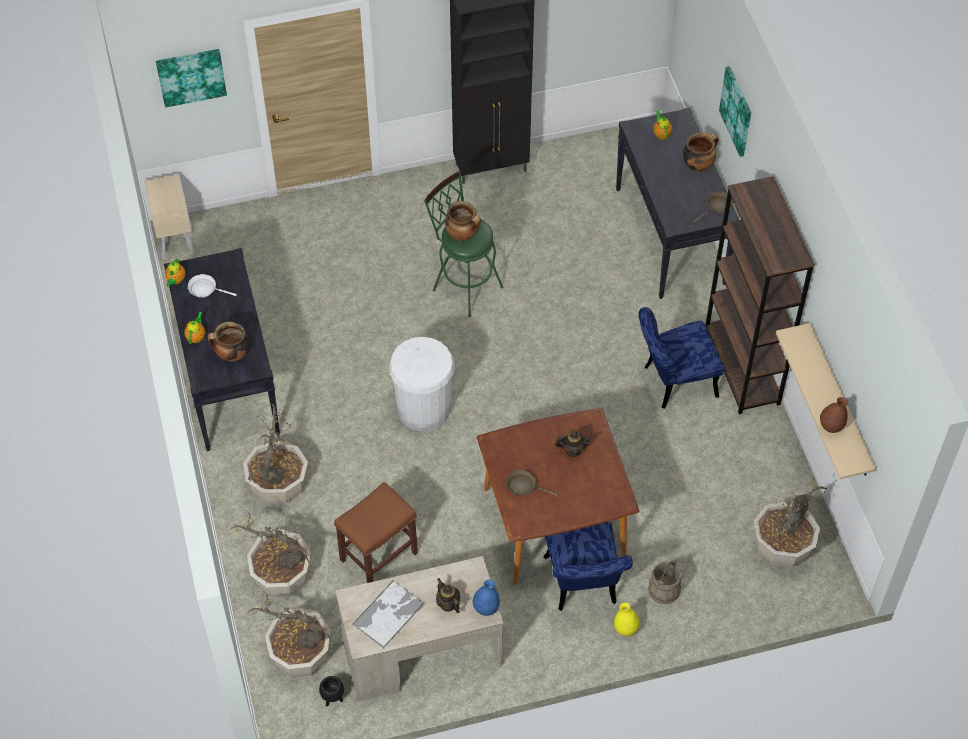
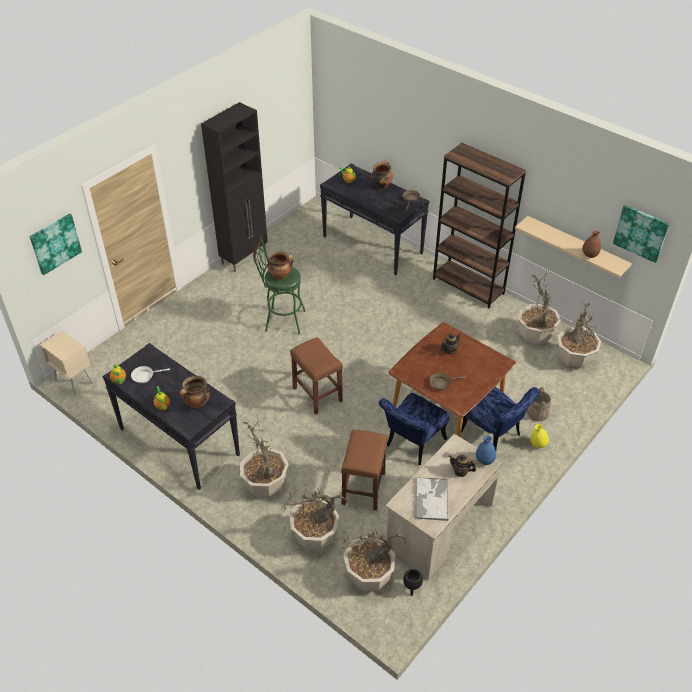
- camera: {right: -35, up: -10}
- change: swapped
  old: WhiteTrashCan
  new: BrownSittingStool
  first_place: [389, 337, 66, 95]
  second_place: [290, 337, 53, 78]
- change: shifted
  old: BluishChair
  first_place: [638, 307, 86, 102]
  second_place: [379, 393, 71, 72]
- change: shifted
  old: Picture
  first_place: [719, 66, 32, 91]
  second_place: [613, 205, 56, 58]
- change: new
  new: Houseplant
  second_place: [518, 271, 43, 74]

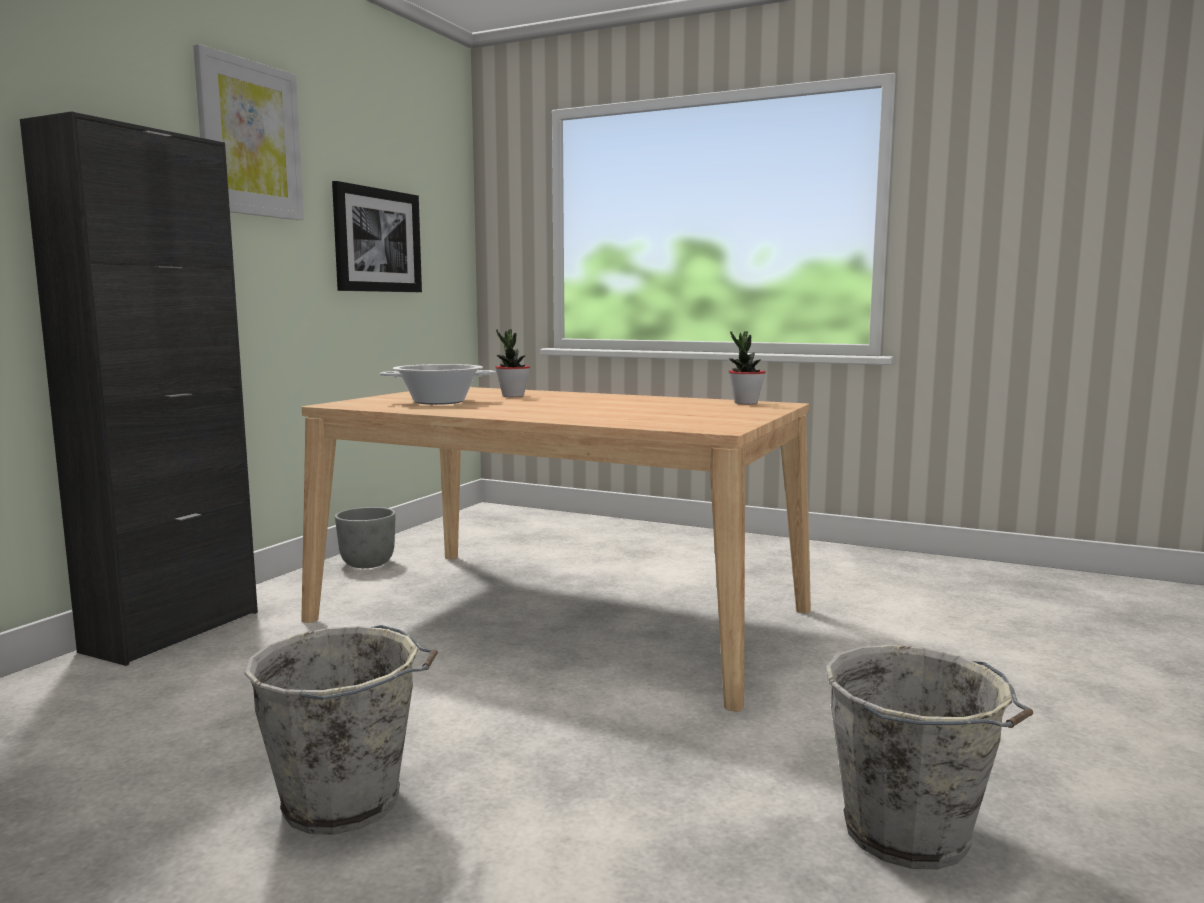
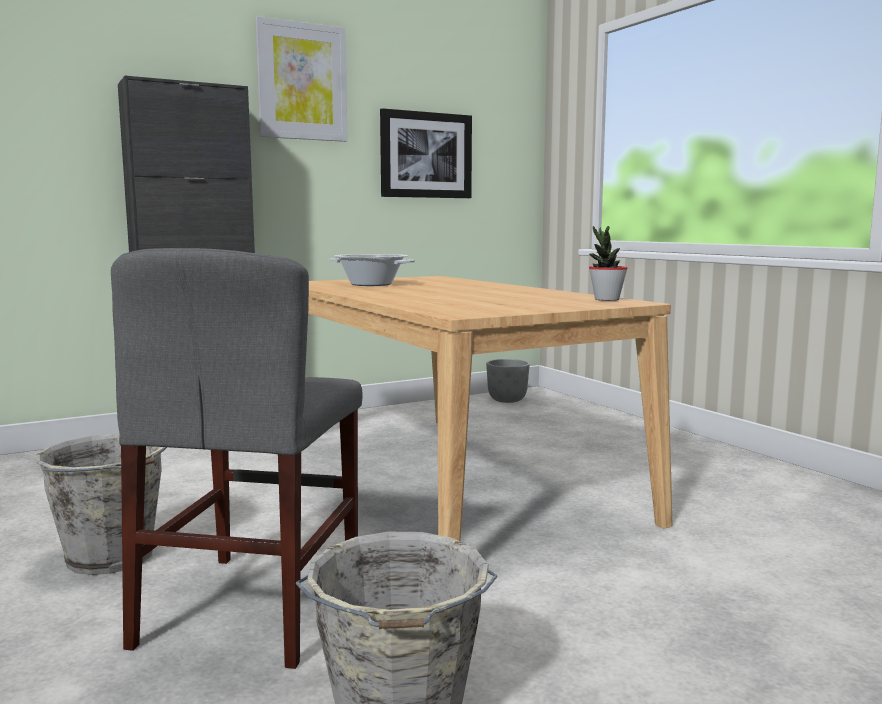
- camera: {right: 35, up: 0}
- change: shifted
  old: GreyFlowerPot
  first_place: [335, 507, 61, 61]
  second_place: [486, 359, 44, 44]
- change: gone
  old: Houseplant
  first_place: [496, 329, 34, 68]
- change: new
  new: GreyChair
  second_place: [111, 248, 252, 421]

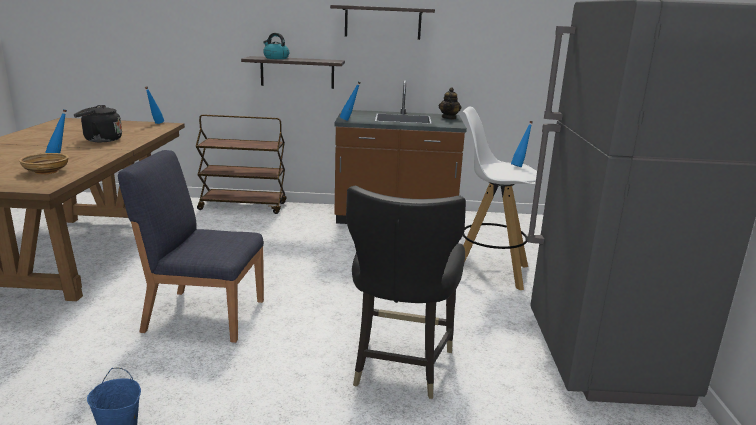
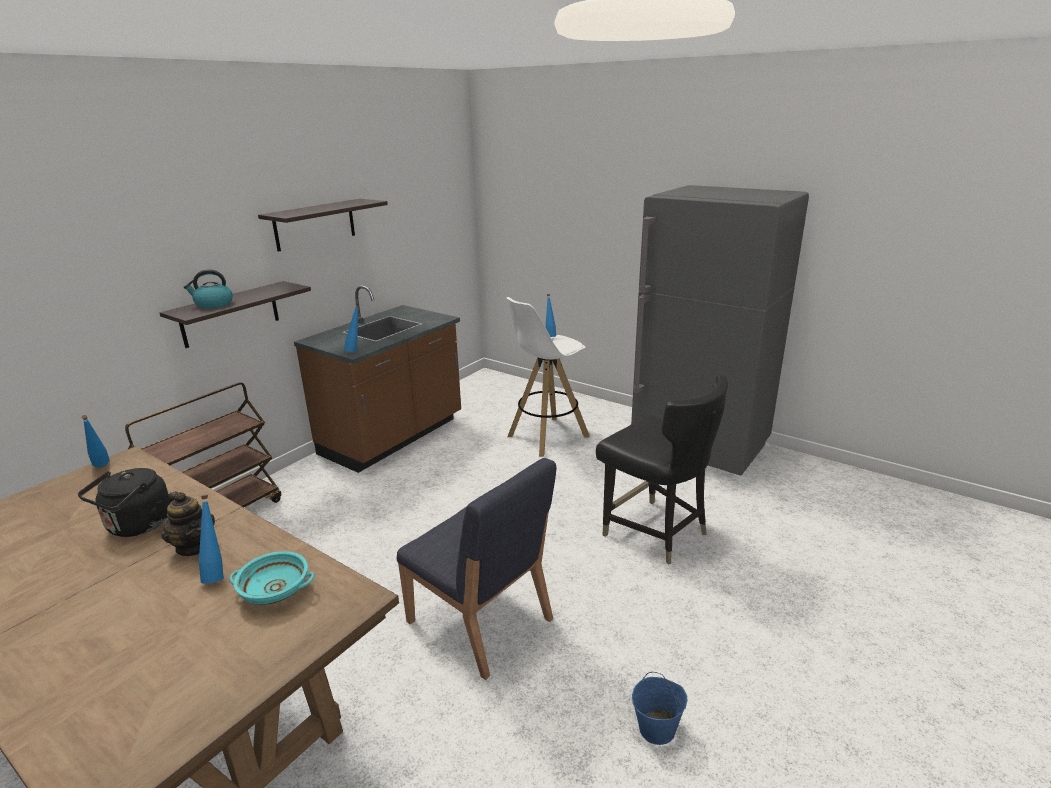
- camera: {right: -55, up: 5}
- change: repainted
  old: BeigeColouredBowl
  new: TurquoiseBowl
  first_place: [19, 153, 50, 22]
  second_place: [229, 551, 86, 54]
- change: rotated
  old: BluishChair
  first_place: [118, 150, 146, 193]
  second_place: [397, 458, 159, 222]
  degrees: -90
- change: shifted
  old: PotForTea
  first_place: [439, 87, 22, 32]
  second_place: [161, 491, 54, 65]

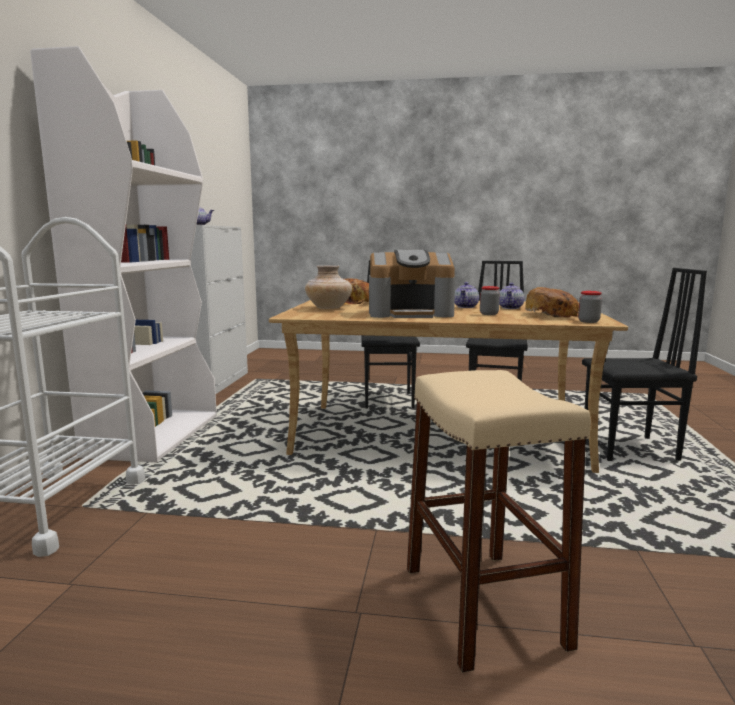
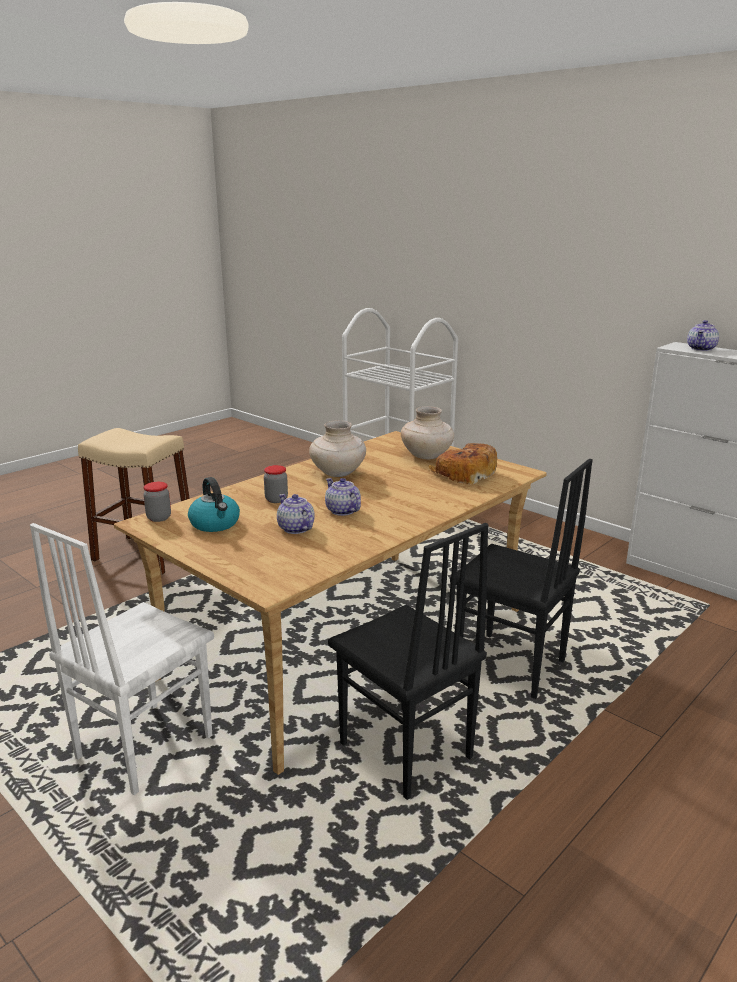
- camera: {right: 125, up: 10}
- change: gone
  old: WhiteShelvingUnit
  first_place: [30, 46, 187, 416]
- change: swapped
  old: CoffeeBrewer
  new: BeigeColouredFlowerVase
  first_place: [369, 250, 86, 68]
  second_place: [309, 420, 57, 57]
- change: swapped
  old: BakedBread
  new: Kettle
  first_place: [525, 287, 54, 30]
  second_place: [188, 477, 52, 55]
- change: repainted
  old: BlackChair
  new: WhiteChair
  first_place: [582, 268, 125, 193]
  second_place: [30, 523, 184, 272]

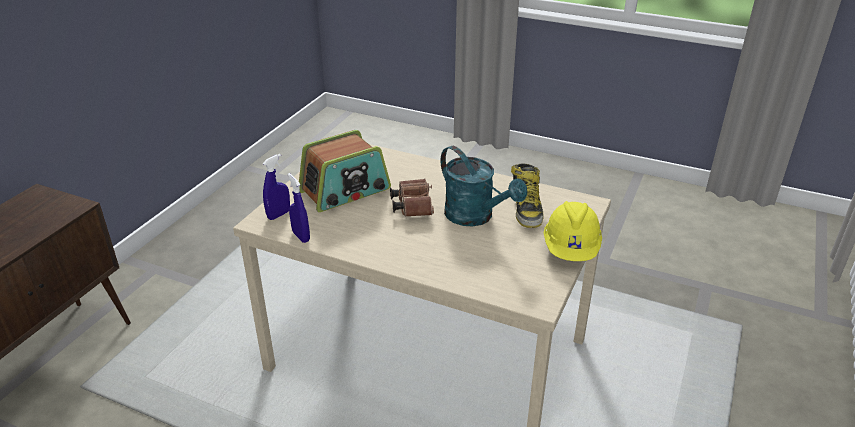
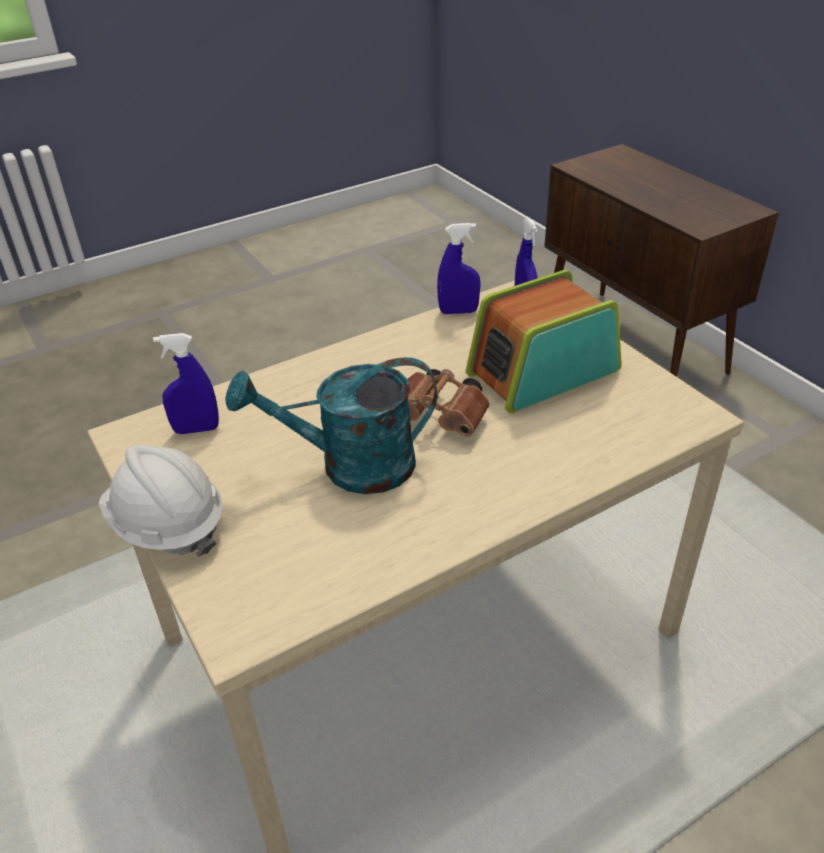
- camera: {right: 125, up: 5}
- change: rotated
  old: RadioReceiver
  first_place: [299, 130, 92, 82]
  second_place: [466, 270, 156, 143]
  degrees: 60
- change: gone
  old: HighTopBoot
  first_place: [511, 164, 33, 64]
- change: repainted
  old: YellowColouredHardHat
  new: WhiteHardHat
  first_place: [543, 201, 59, 60]
  second_place: [99, 445, 124, 112]
- change: new
  new: BluishSprayBottle
  second_place: [153, 333, 66, 101]

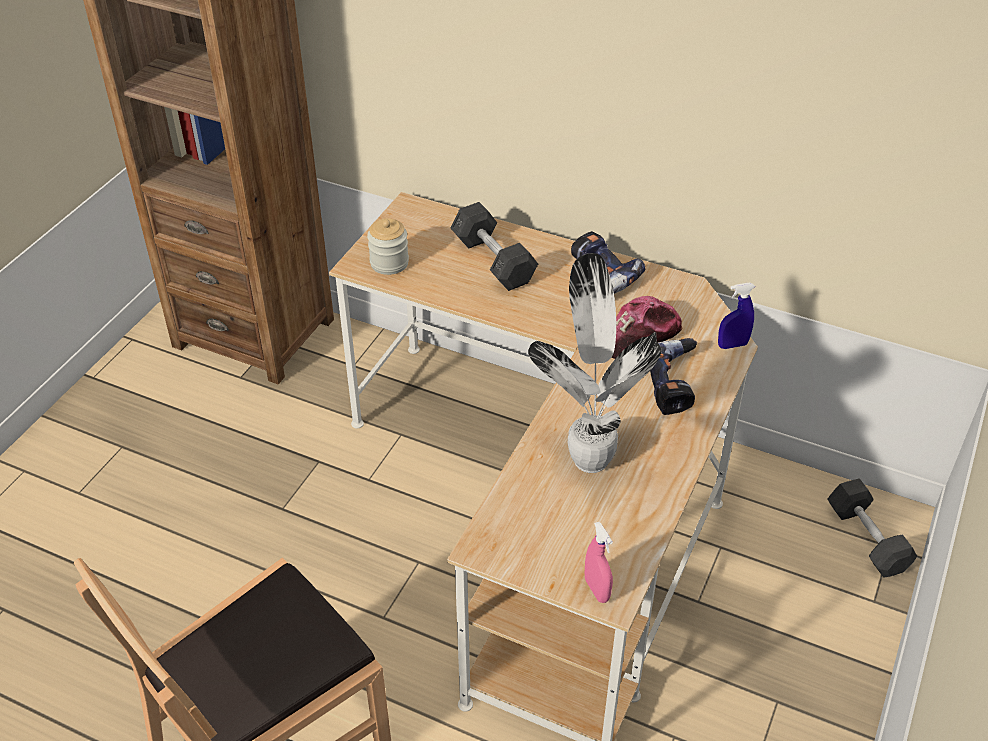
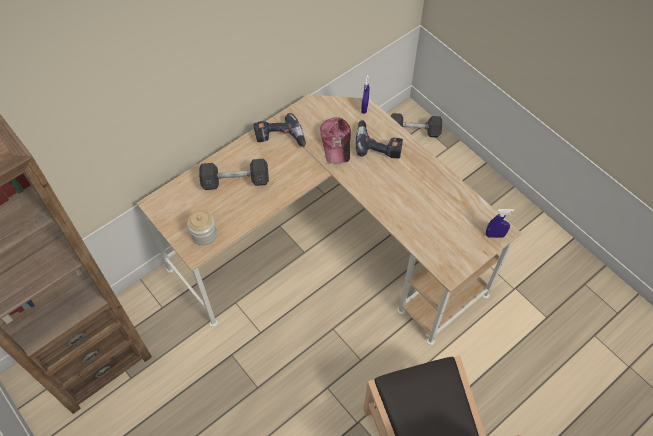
- camera: {right: -65, up: 15}
- change: gone
  old: Houseplant
  first_place: [528, 253, 133, 220]
- change: repainted
  old: PinkColouredSprayBottle
  new: BluishSprayBottle
  first_place: [585, 522, 28, 81]
  second_place: [486, 209, 28, 29]

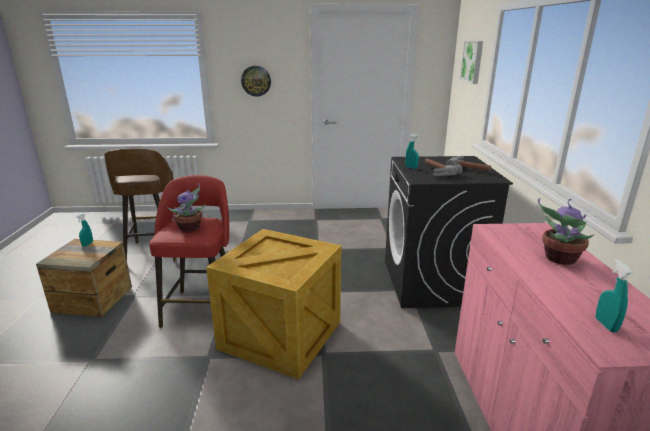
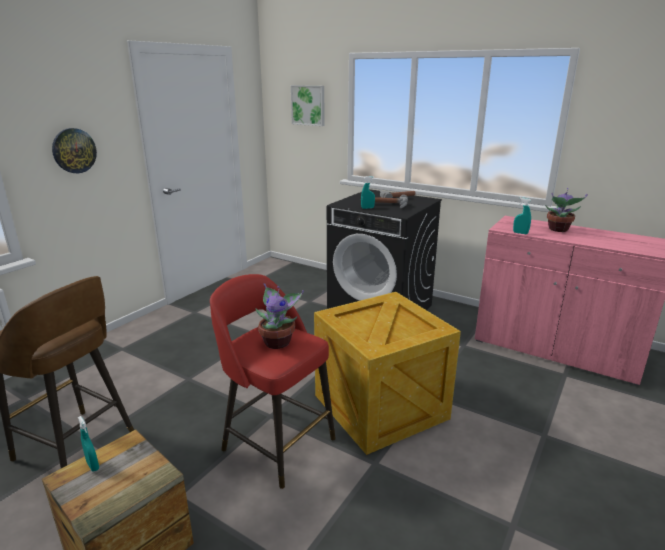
- camera: {right: -55, up: 0}
- change: shifted
  old: TurquoiseSprayBottle
  first_place: [596, 259, 37, 73]
  second_place: [513, 198, 18, 36]

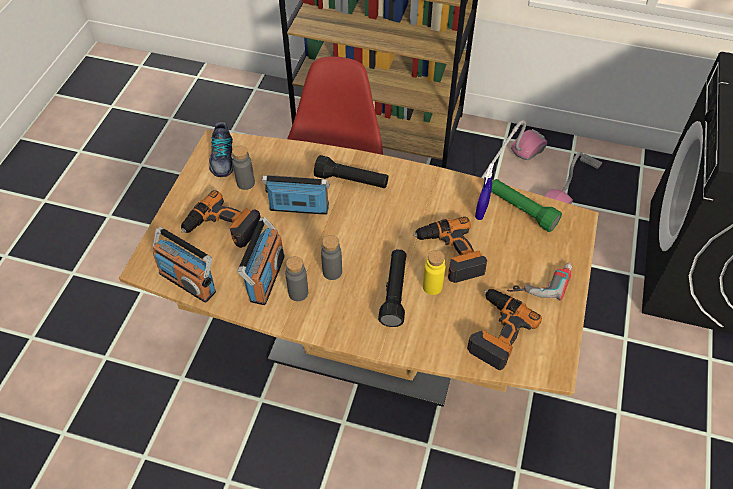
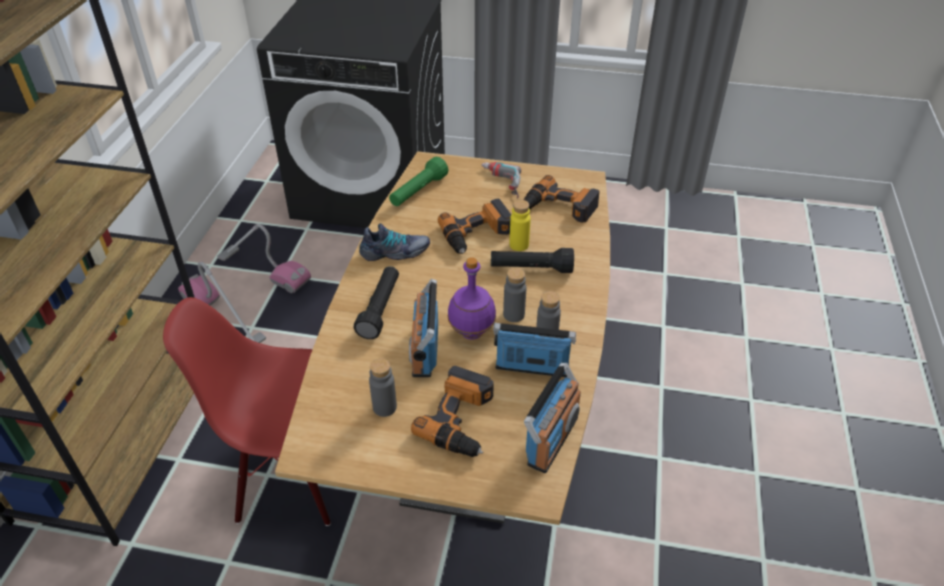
- camera: {right: -95, up: -10}
- change: shifted
  old: LowShoe
  first_place: [209, 122, 24, 55]
  second_place: [359, 223, 71, 38]
- change: gone
  old: BluishSprayBottle
  first_place: [475, 163, 19, 57]
- change: new
  new: PurplishBeverageBottle
  second_place: [448, 257, 48, 83]

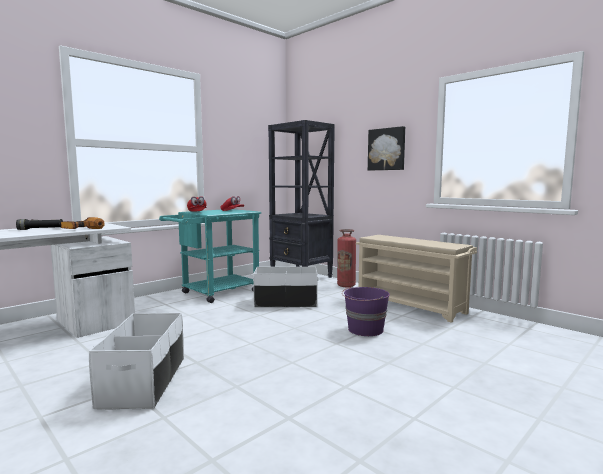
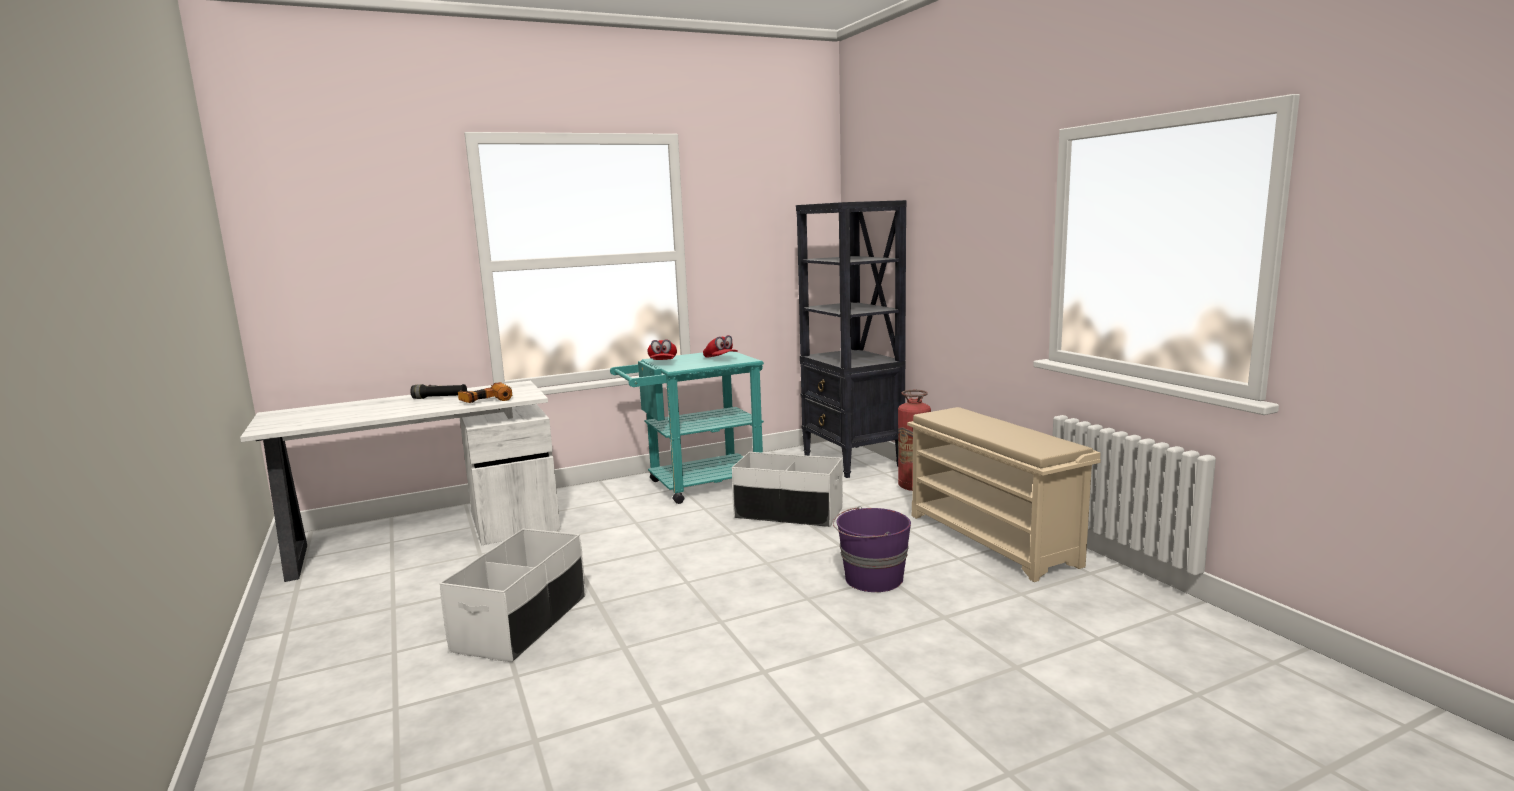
- camera: {right: 20, up: 5}
- change: gone
  old: Picture
  first_place: [368, 126, 37, 44]

